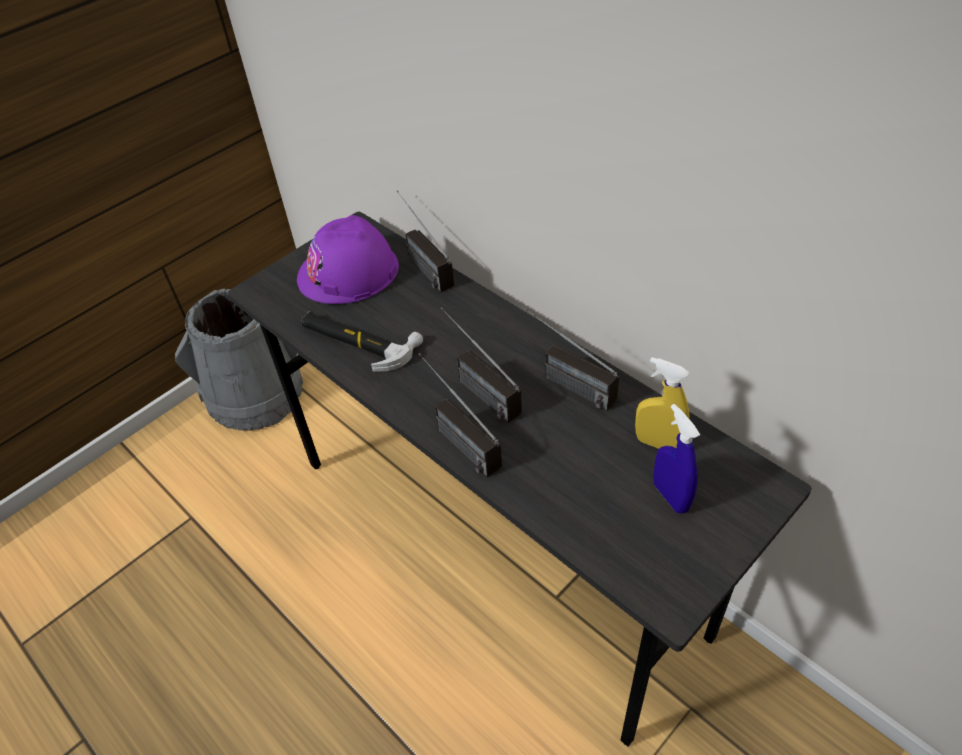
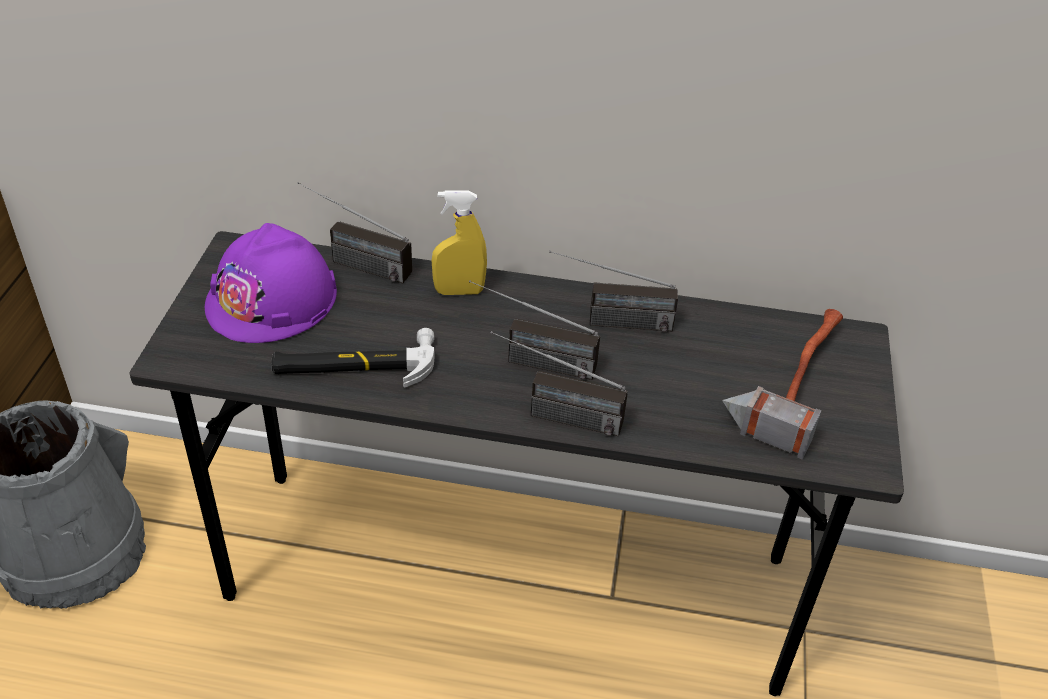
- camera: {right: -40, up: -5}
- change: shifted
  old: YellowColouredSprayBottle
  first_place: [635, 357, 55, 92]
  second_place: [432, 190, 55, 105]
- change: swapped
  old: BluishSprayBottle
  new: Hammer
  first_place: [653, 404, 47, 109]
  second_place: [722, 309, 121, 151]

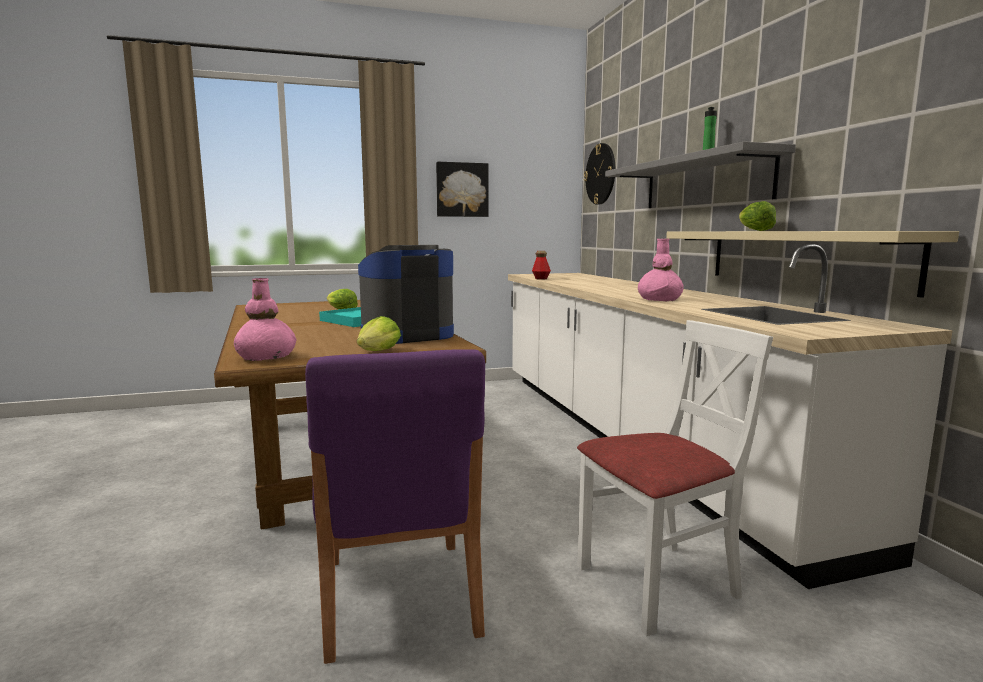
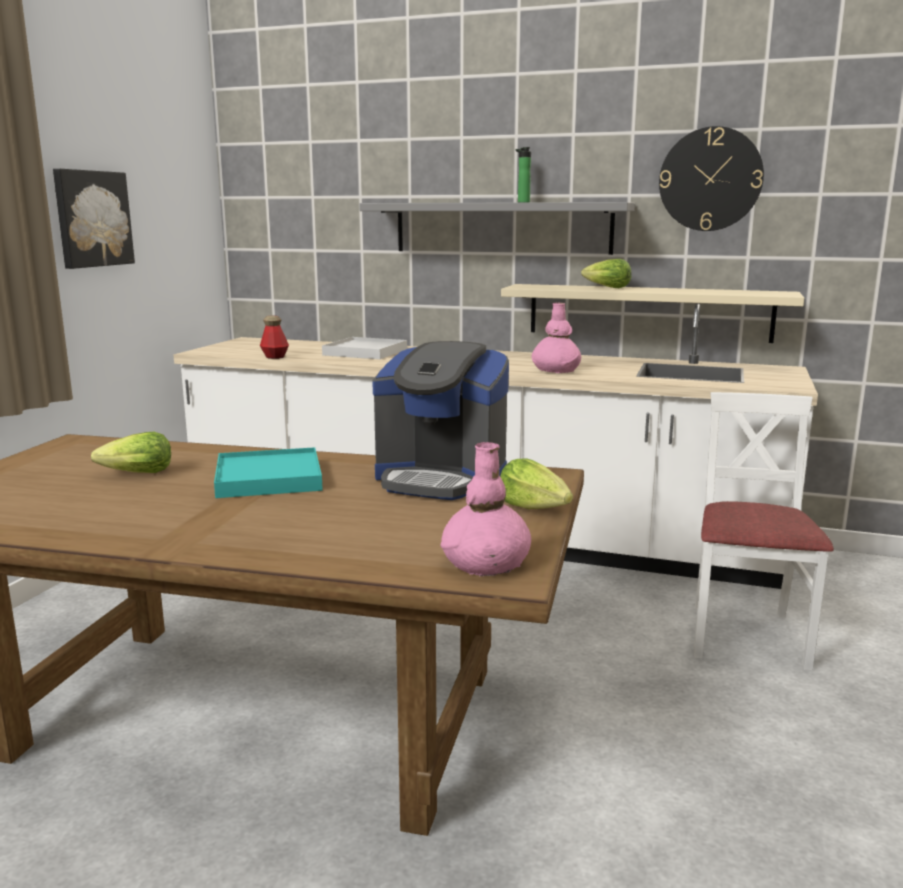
- camera: {right: -55, up: 5}
- change: gone
  old: PurplishChair
  first_place: [305, 349, 180, 315]
- change: rotated
  old: CoffeeBrewer
  first_place: [358, 245, 96, 99]
  second_place: [372, 341, 137, 159]
  degrees: -75
- change: shifted
  old: ClockOnTheWall
  first_place: [584, 143, 31, 62]
  second_place: [659, 126, 105, 105]
- change: new
  new: WhiteServingTray
  second_place: [322, 337, 85, 22]

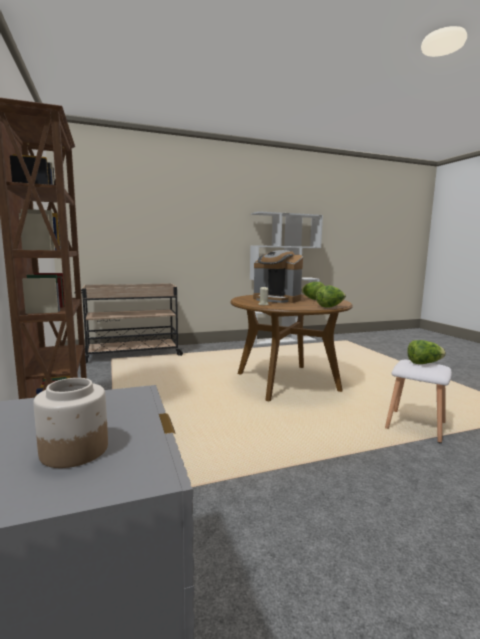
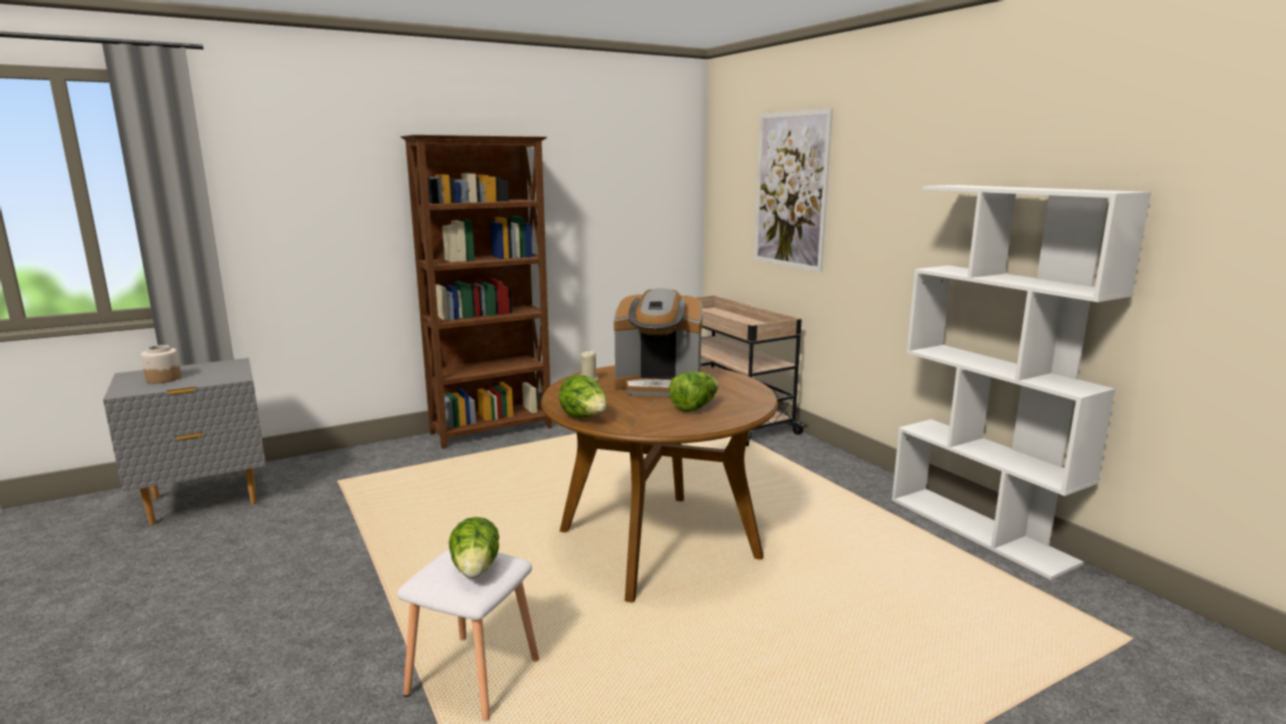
- camera: {right: 80, up: 5}
- change: rotated
  old: CoffeeBrewer
  first_place: [253, 250, 50, 53]
  second_place: [614, 288, 89, 108]
  degrees: -105
- change: new
  new: Picture
  second_place: [754, 108, 79, 164]

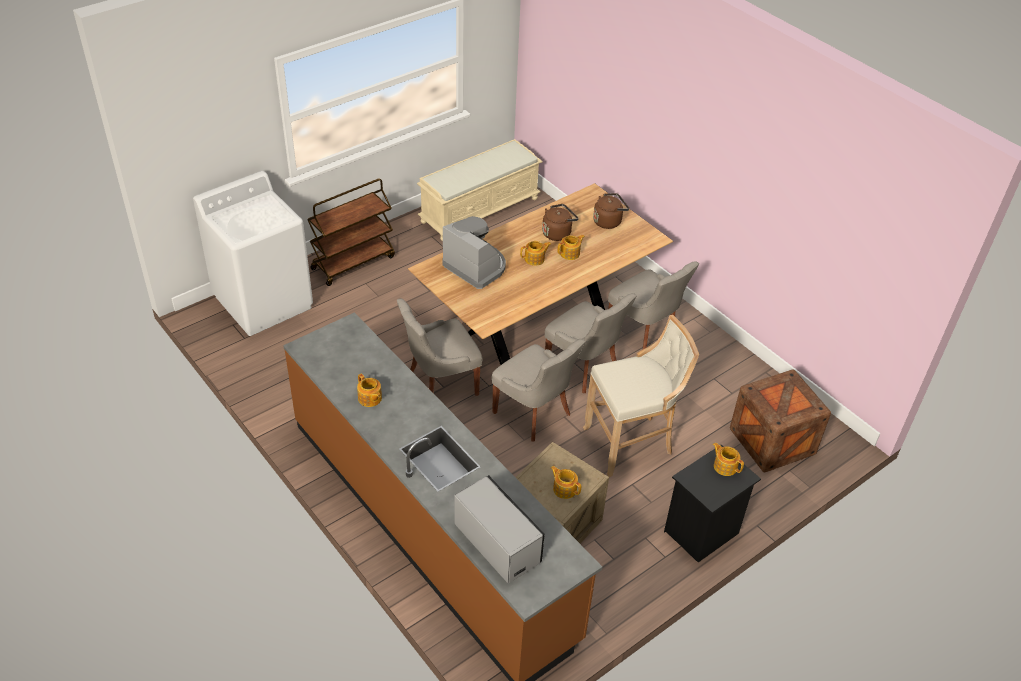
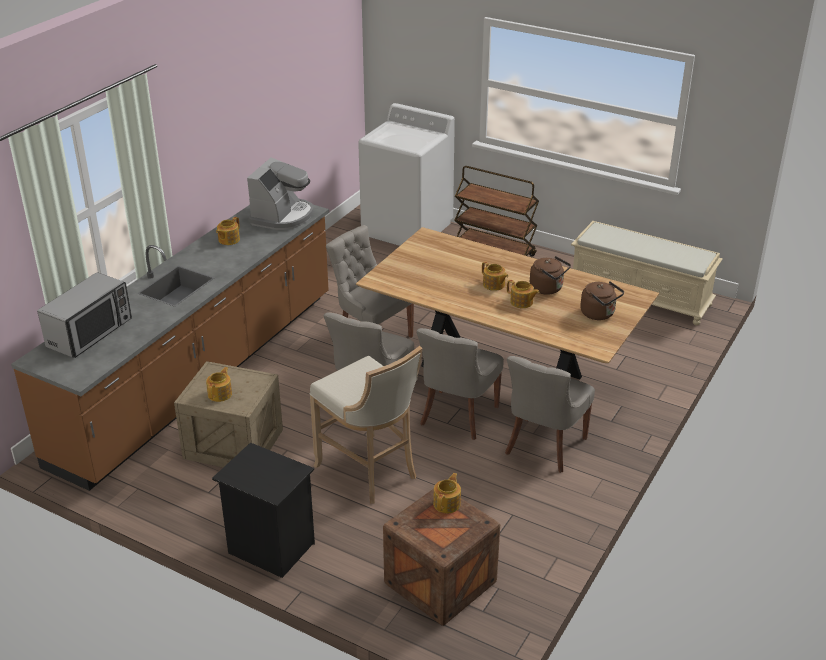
- camera: {right: 70, up: -10}
- change: shifted
  old: CoffeeBrewer
  first_place: [442, 216, 64, 73]
  second_place: [247, 157, 67, 73]
- change: shifted
  old: PotForTea
  first_place: [713, 443, 31, 33]
  second_place: [433, 473, 28, 40]

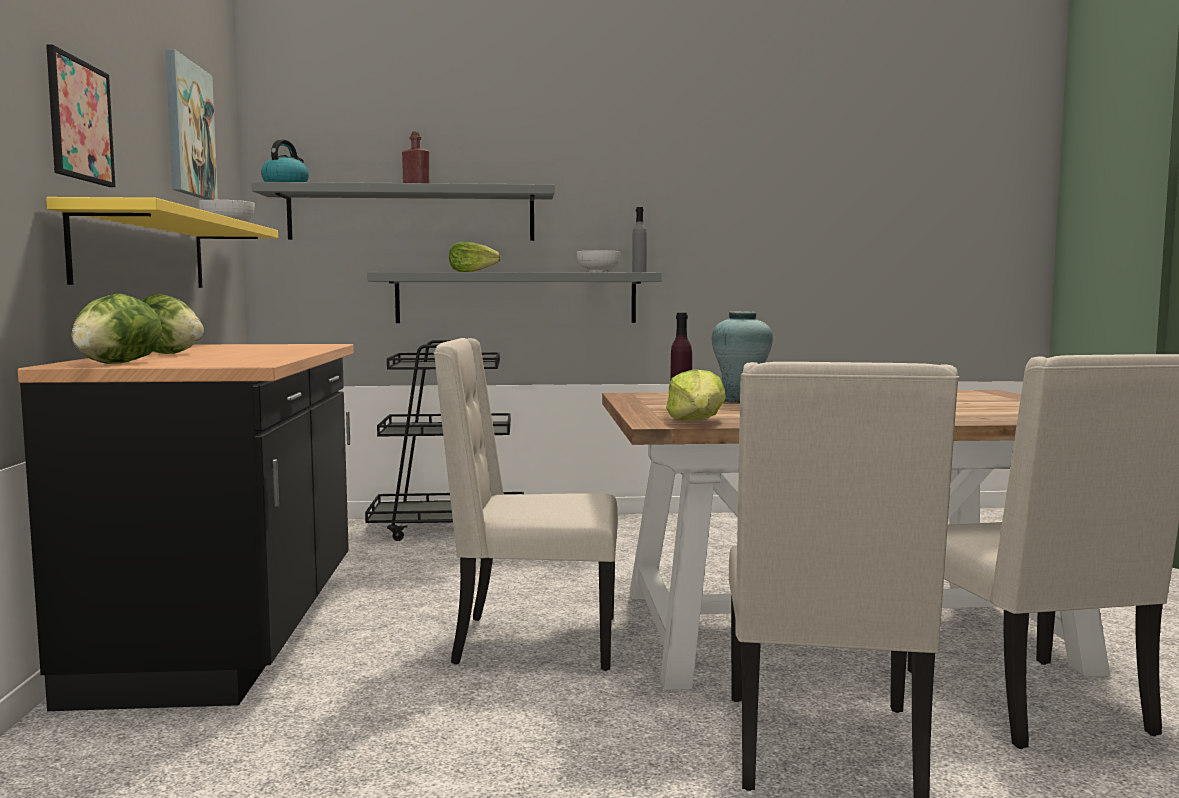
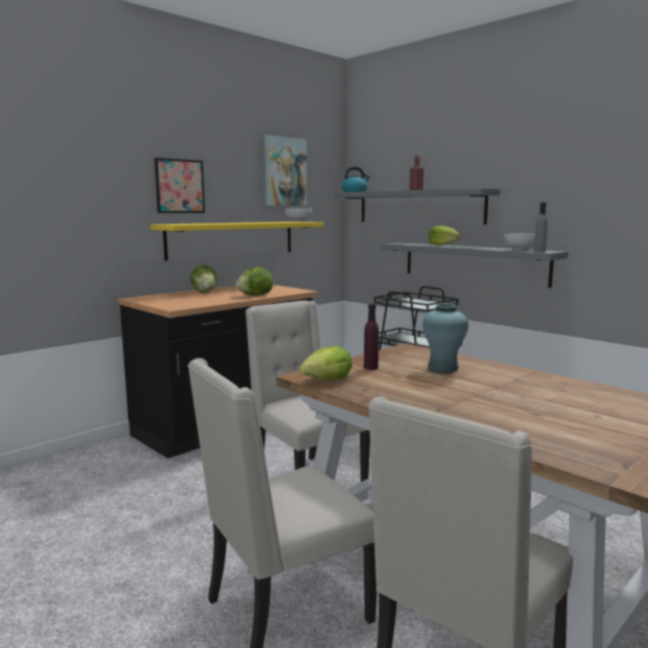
- camera: {right: 50, up: 5}
- change: shifted
  old: Lettuce
  first_place: [72, 294, 90, 70]
  second_place: [236, 267, 37, 28]

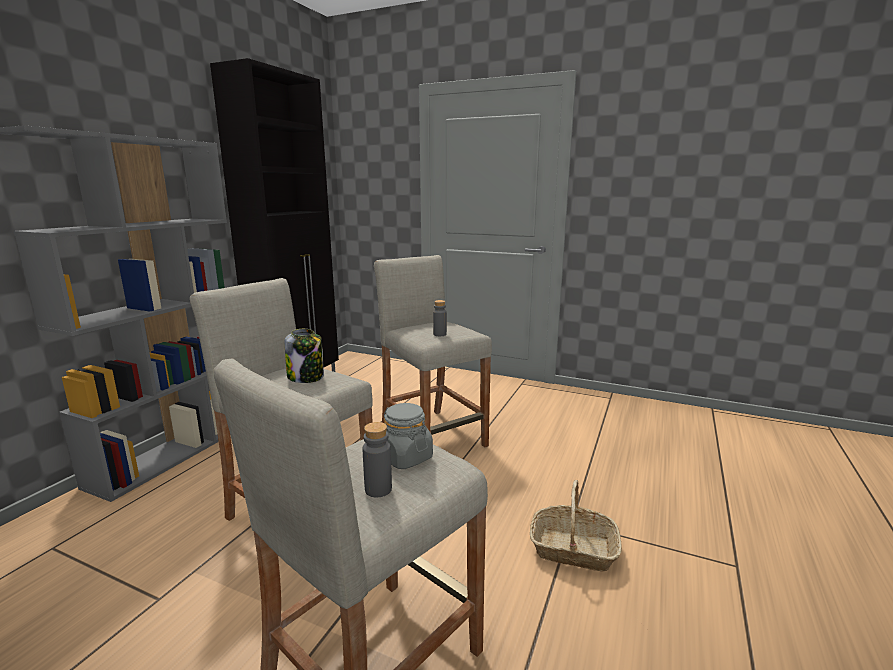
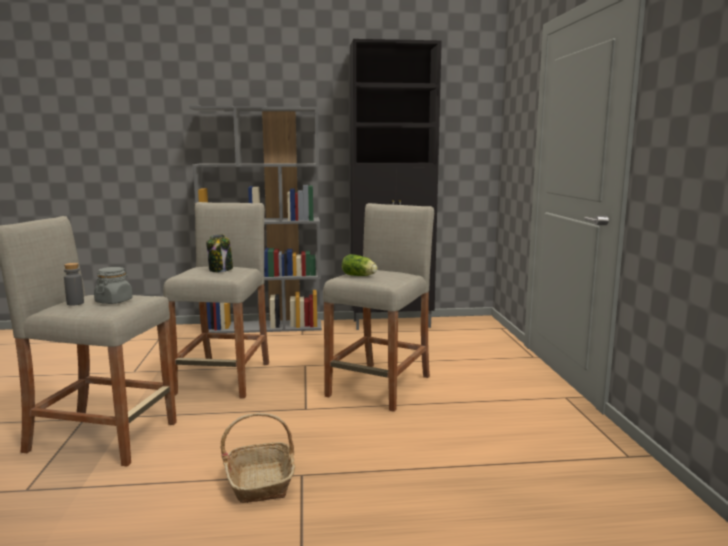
- camera: {right: 60, up: -5}
- change: swapped
  old: GreyBeverageBottle
  new: Lettuce
  first_place: [433, 300, 14, 36]
  second_place: [342, 254, 35, 22]

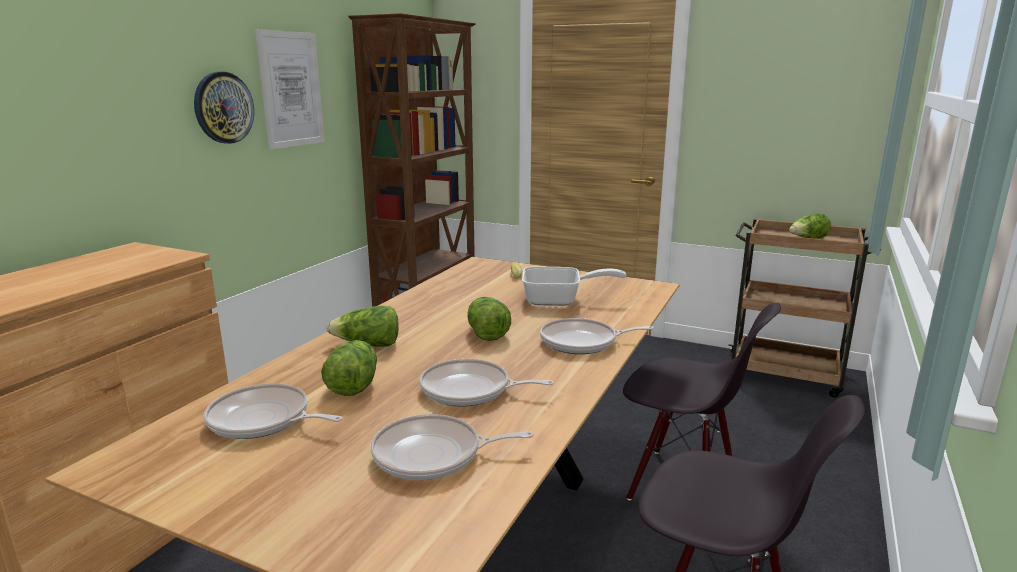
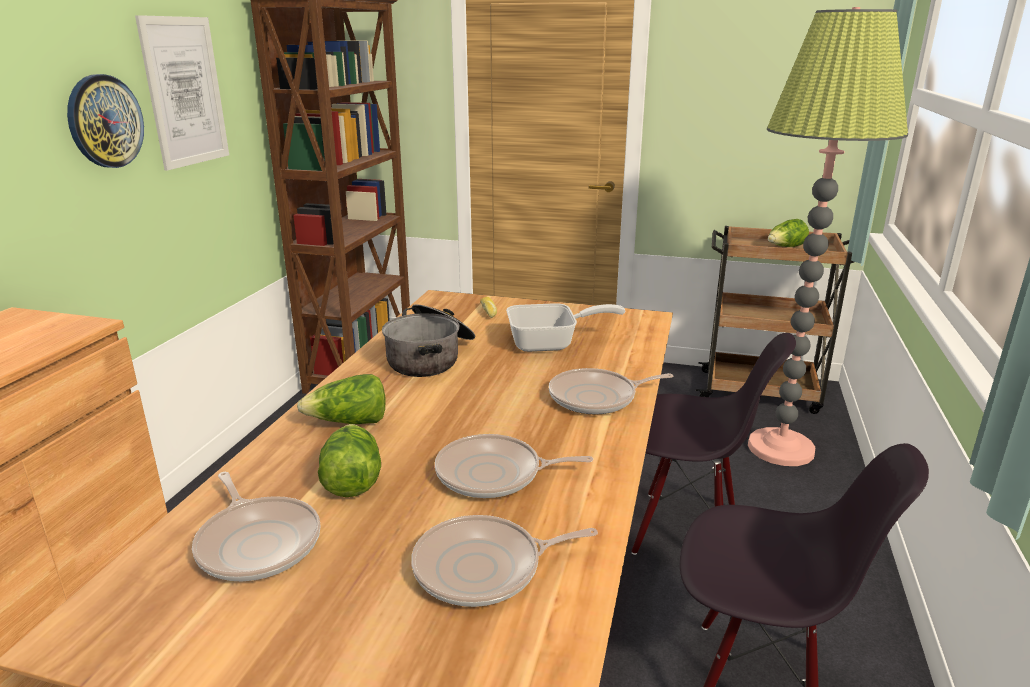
- camera: {right: -10, up: 5}
- change: rotated
  old: Pan
  first_place: [204, 383, 139, 56]
  second_place: [192, 472, 129, 109]
  degrees: -135
- change: gone
  old: Lettuce
  first_place: [467, 297, 44, 44]
- change: new
  new: Saucepot
  second_place: [382, 304, 93, 73]
- change: new
  new: StandardLamp
  second_place: [748, 7, 160, 459]

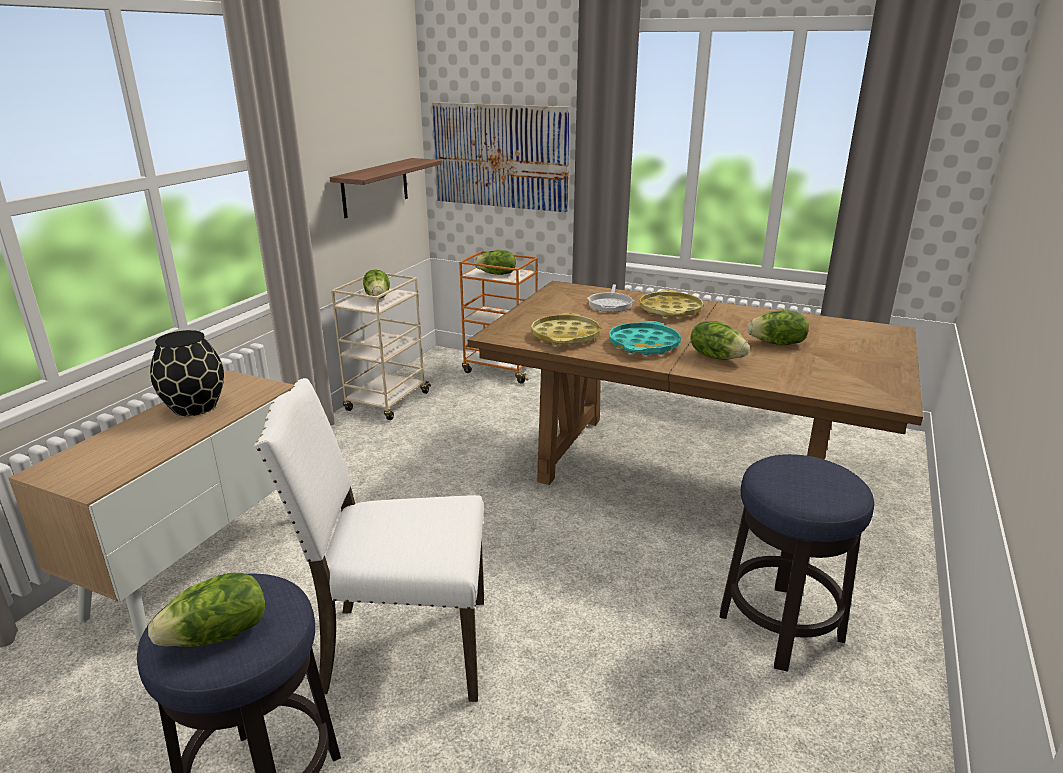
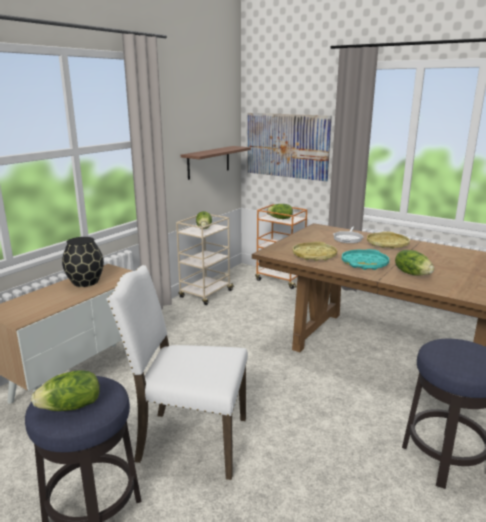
- camera: {right: 10, up: -5}
- change: gone
  old: Lettuce
  first_place: [747, 310, 62, 35]

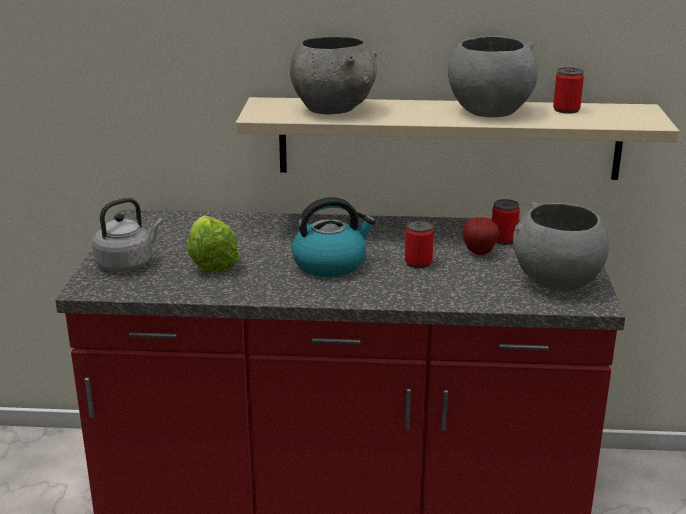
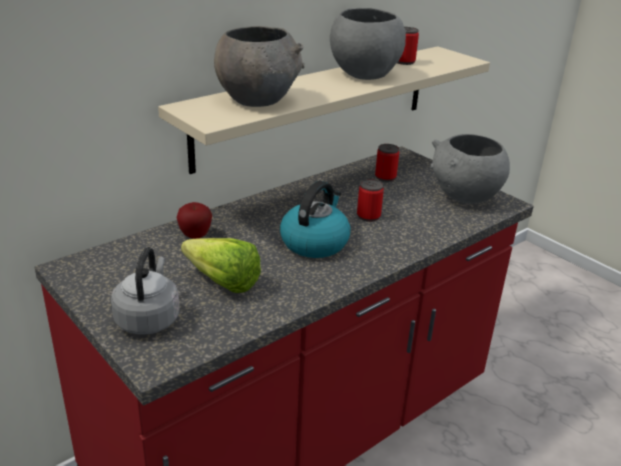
- camera: {right: -45, up: 5}
- change: shifted
  old: WholeApple
  first_place: [462, 217, 37, 38]
  second_place: [176, 202, 36, 37]

